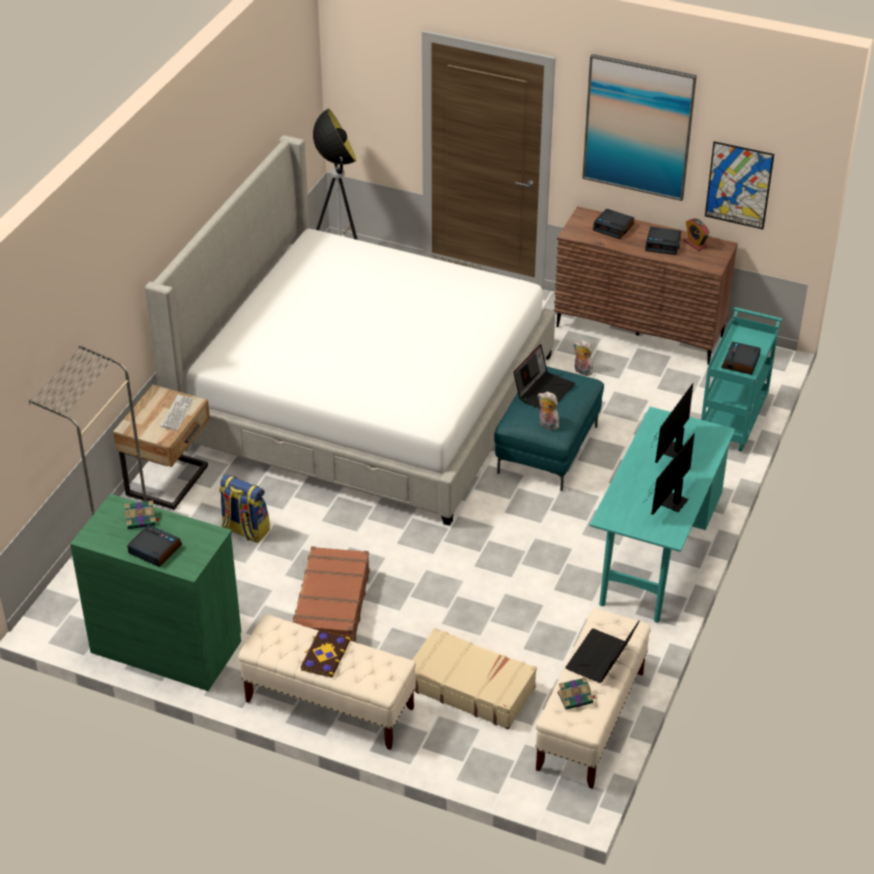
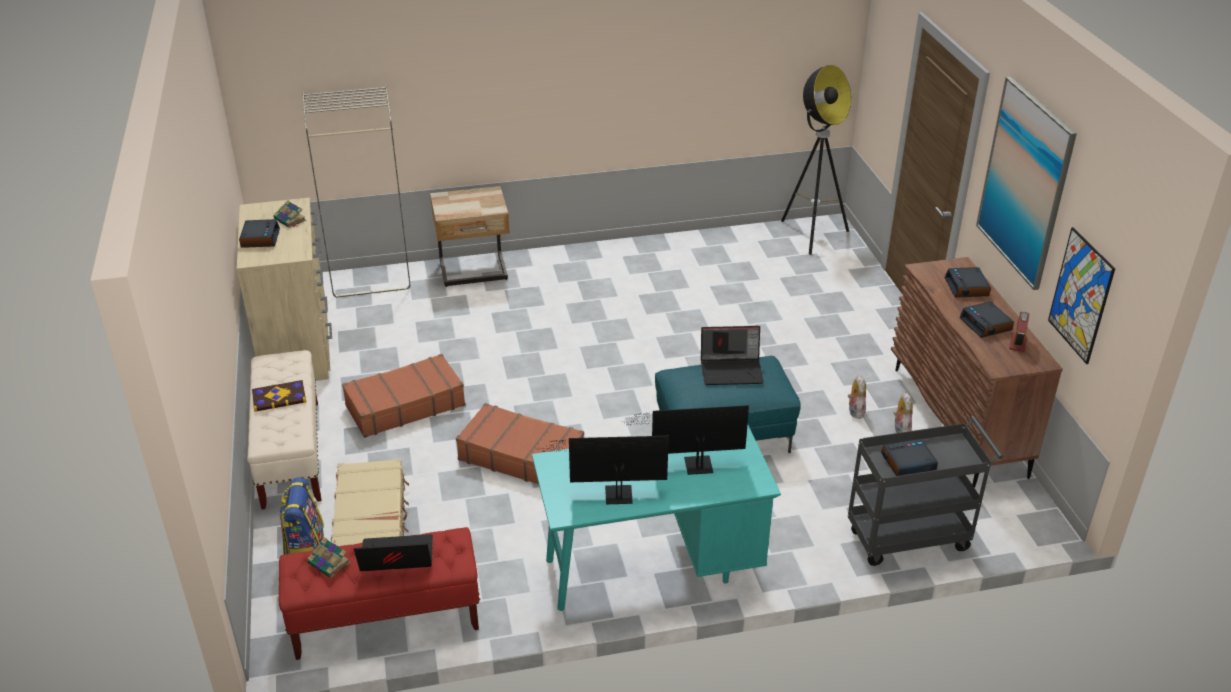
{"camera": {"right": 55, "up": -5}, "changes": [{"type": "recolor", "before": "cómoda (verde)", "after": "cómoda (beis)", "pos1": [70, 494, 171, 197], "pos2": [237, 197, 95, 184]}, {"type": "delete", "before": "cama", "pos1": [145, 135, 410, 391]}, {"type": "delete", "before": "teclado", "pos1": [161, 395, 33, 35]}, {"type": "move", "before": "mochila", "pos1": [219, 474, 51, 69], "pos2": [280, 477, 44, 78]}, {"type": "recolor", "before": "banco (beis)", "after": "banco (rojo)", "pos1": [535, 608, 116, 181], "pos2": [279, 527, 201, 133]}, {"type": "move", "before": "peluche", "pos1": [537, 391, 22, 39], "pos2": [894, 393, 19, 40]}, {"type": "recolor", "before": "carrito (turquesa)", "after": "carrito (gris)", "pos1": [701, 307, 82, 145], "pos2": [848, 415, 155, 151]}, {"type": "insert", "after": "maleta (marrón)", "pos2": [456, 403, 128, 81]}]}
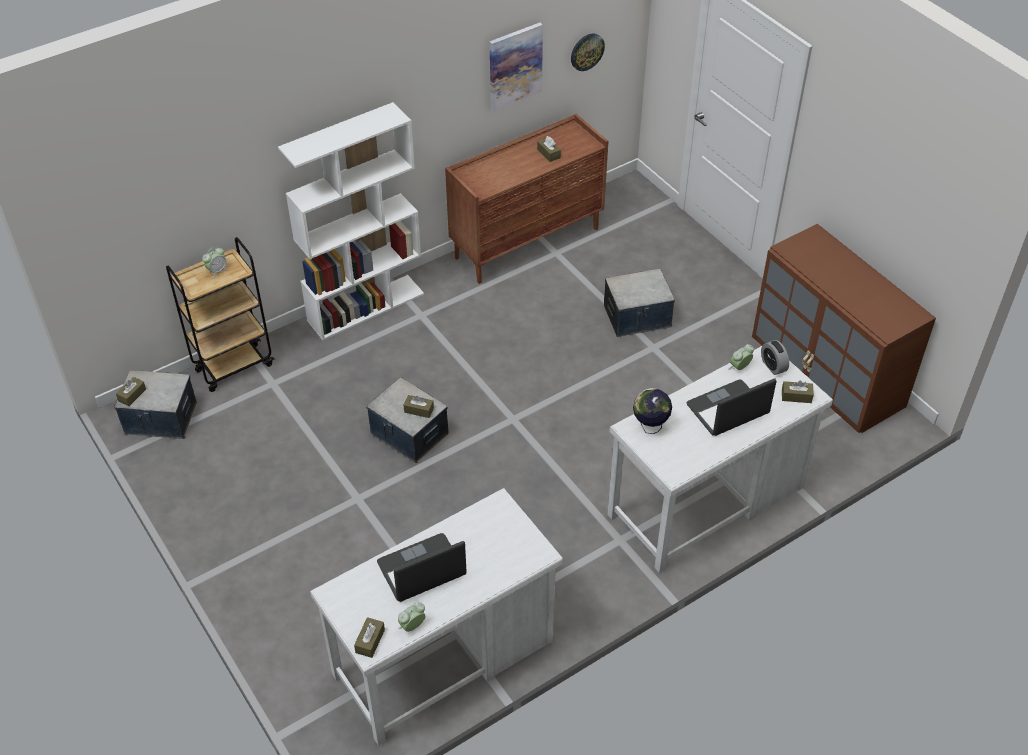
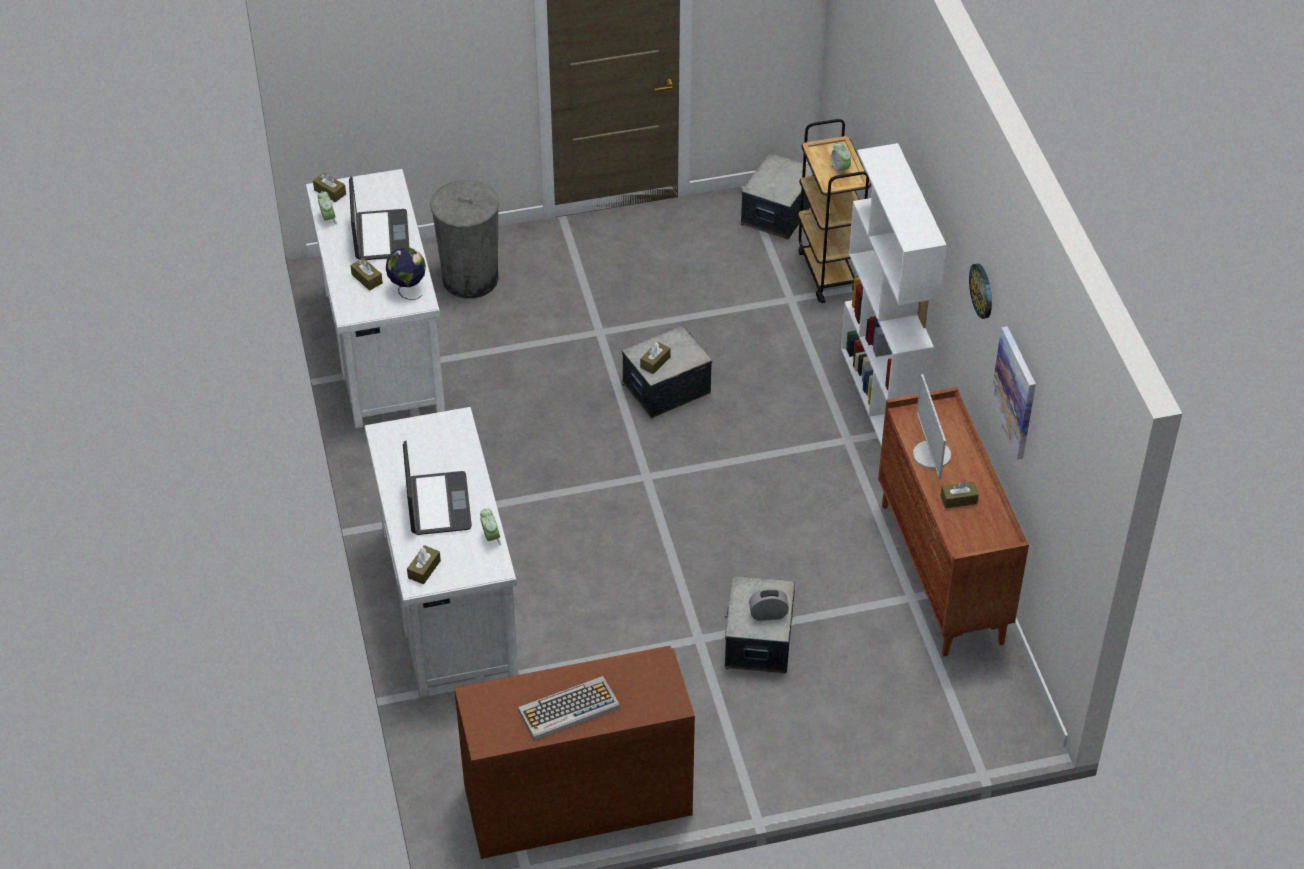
{"camera": {"right": 110, "up": 0}, "changes": [{"type": "move", "before": "caja de pañuelos (marrón)", "pos1": [116, 377, 30, 29], "pos2": [350, 258, 33, 33]}, {"type": "move", "before": "reloj de pared", "pos1": [571, 33, 34, 38], "pos2": [969, 264, 23, 55]}, {"type": "move", "before": "globo terráqueo", "pos1": [633, 388, 39, 46], "pos2": [386, 247, 40, 53]}, {"type": "move", "before": "despertador", "pos1": [761, 340, 28, 35], "pos2": [749, 588, 40, 33]}, {"type": "insert", "after": "papelera (gris)", "pos2": [430, 180, 69, 118]}, {"type": "insert", "after": "teclado", "pos2": [518, 676, 102, 65]}, {"type": "insert", "after": "monitor", "pos2": [913, 374, 38, 105]}]}
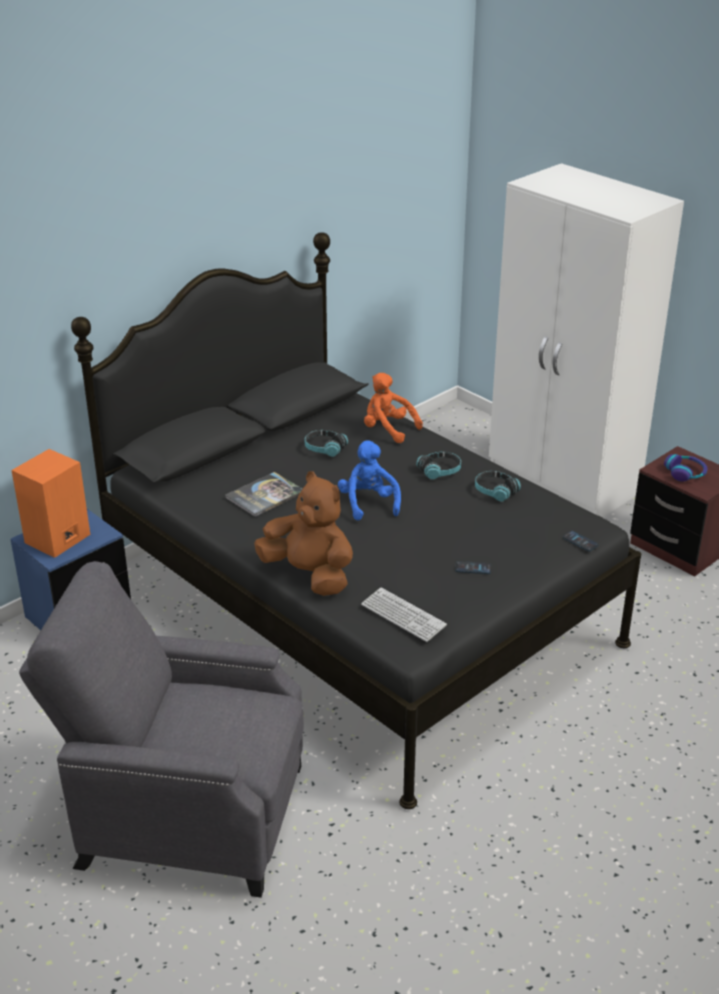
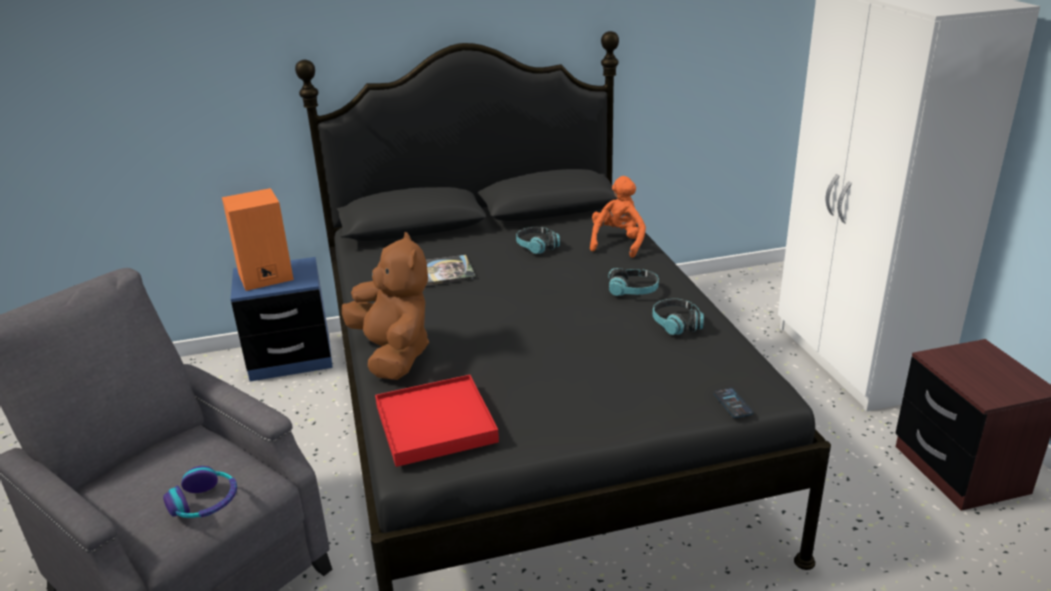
{"camera": {"right": 30, "up": -5}, "changes": [{"type": "delete", "before": "peluche (azul)", "pos1": [338, 440, 63, 81]}, {"type": "replace", "before": "teclado", "after": "bandeja (rojo)", "pos1": [361, 588, 86, 54], "pos2": [375, 375, 124, 92]}, {"type": "rotate", "before": "peluche (naranja)", "pos1": [364, 373, 59, 70], "pos2": [590, 176, 56, 82], "turn": 45}, {"type": "delete", "before": "móvil", "pos1": [455, 561, 36, 13]}, {"type": "move", "before": "auriculares", "pos1": [664, 454, 44, 28], "pos2": [163, 466, 74, 52]}]}
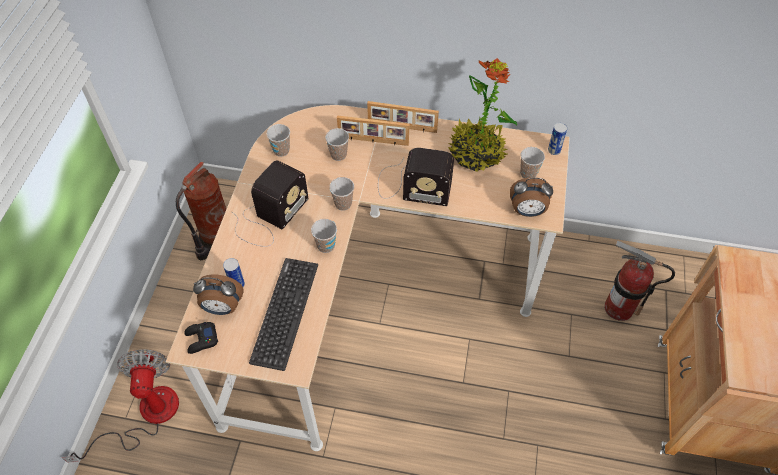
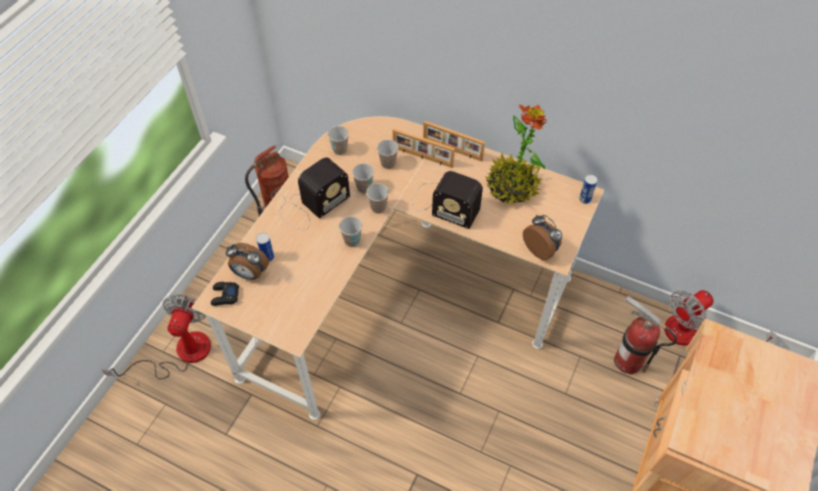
{"camera": {"right": 15, "up": 0}, "changes": [{"type": "delete", "before": "teclado", "pos1": [249, 258, 69, 113]}, {"type": "rotate", "before": "despertador", "pos1": [510, 178, 43, 39], "pos2": [523, 215, 39, 45], "turn": -150}, {"type": "move", "before": "taza", "pos1": [520, 147, 25, 31], "pos2": [352, 163, 22, 30]}, {"type": "insert", "after": "ventilador", "pos2": [664, 290, 114, 55]}]}
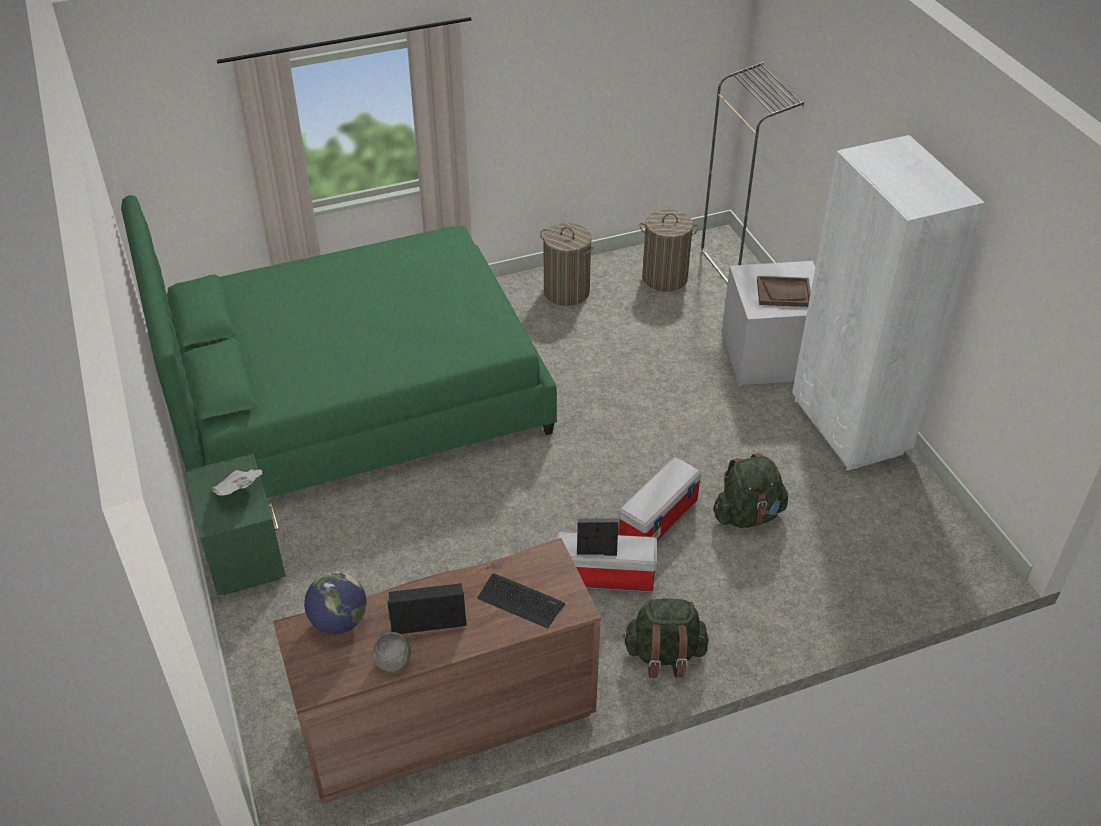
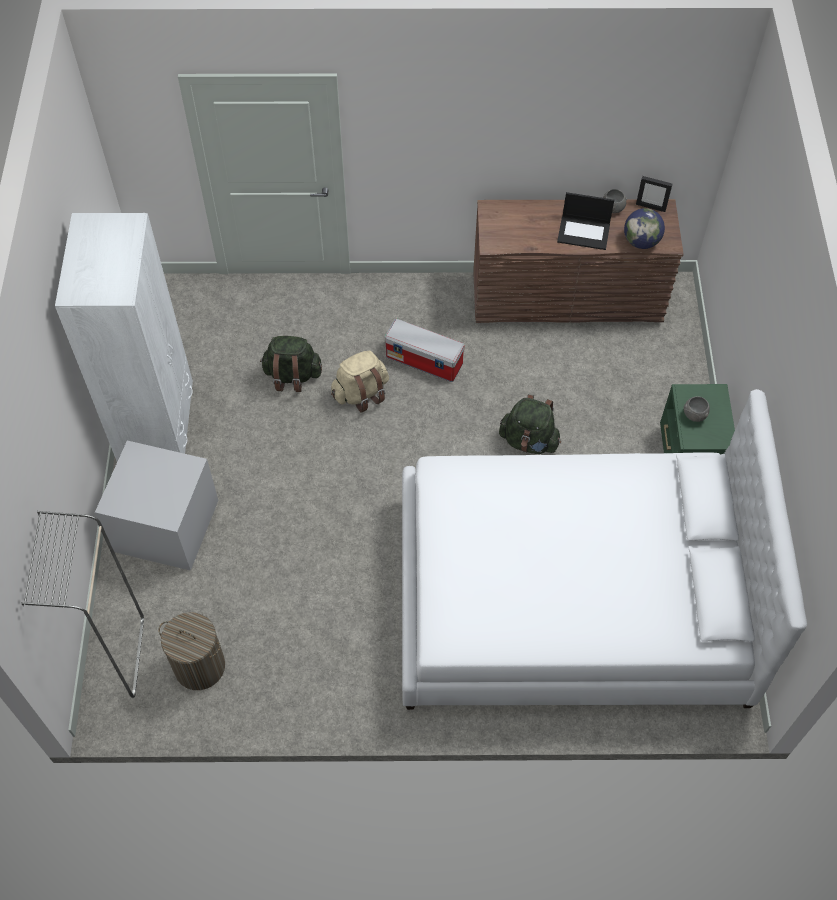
{"camera": {"right": -160, "up": 15}, "changes": [{"type": "recolor", "before": "cama (verde)", "after": "cama (blanco)", "pos1": [121, 195, 436, 303], "pos2": [402, 389, 405, 321]}, {"type": "replace", "before": "periódico", "after": "cuenco (gris)", "pos1": [213, 469, 50, 27], "pos2": [683, 396, 27, 26]}, {"type": "delete", "before": "teclado", "pos1": [477, 573, 88, 56]}, {"type": "delete", "before": "cesto de la ropa", "pos1": [540, 223, 54, 83]}, {"type": "move", "before": "portarretratos", "pos1": [577, 518, 42, 38], "pos2": [636, 176, 36, 36]}, {"type": "replace", "before": "caja de almacenaje", "after": "mochila (beis)", "pos1": [618, 457, 83, 84], "pos2": [331, 351, 58, 62]}, {"type": "move", "before": "mochila (verde)", "pos1": [622, 598, 87, 80], "pos2": [499, 394, 62, 60]}, {"type": "delete", "before": "bandeja (marrón)", "pos1": [757, 276, 54, 31]}]}
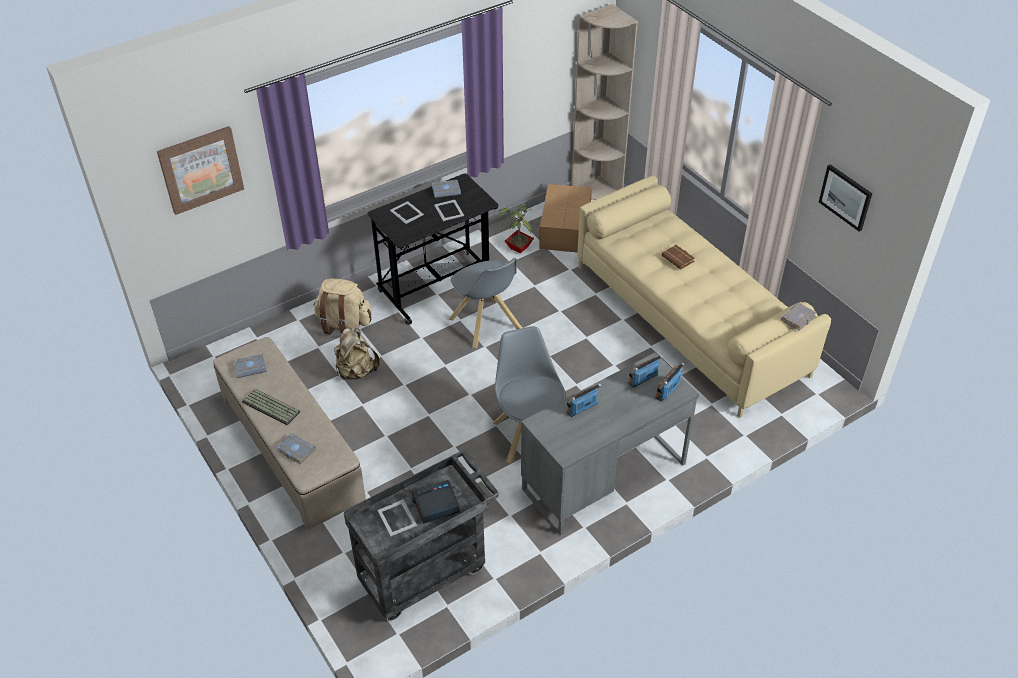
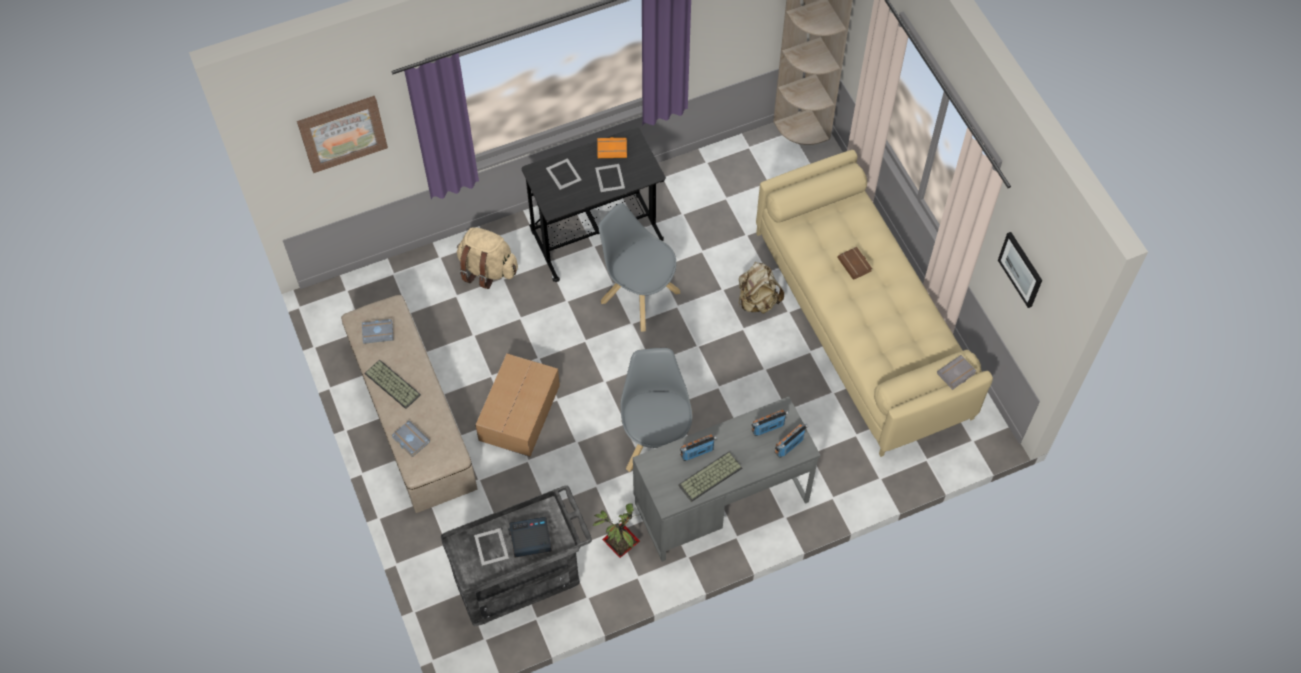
{"camera": {"right": 10, "up": 15}, "changes": [{"type": "move", "before": "mochila (beis)", "pos1": [334, 328, 46, 52], "pos2": [738, 262, 46, 51]}, {"type": "recolor", "before": "libro (gris)", "after": "libro (naranja)", "pos1": [432, 180, 29, 18], "pos2": [597, 137, 30, 21]}, {"type": "rotate", "before": "silla (gris)", "pos1": [449, 258, 72, 91], "pos2": [599, 203, 82, 129], "turn": 150}, {"type": "move", "before": "planta en maceta", "pos1": [498, 200, 36, 54], "pos2": [593, 503, 47, 55]}, {"type": "move", "before": "caja de cartón", "pos1": [539, 184, 53, 68], "pos2": [476, 353, 84, 104]}, {"type": "insert", "after": "teclado", "pos2": [678, 452, 64, 50]}]}
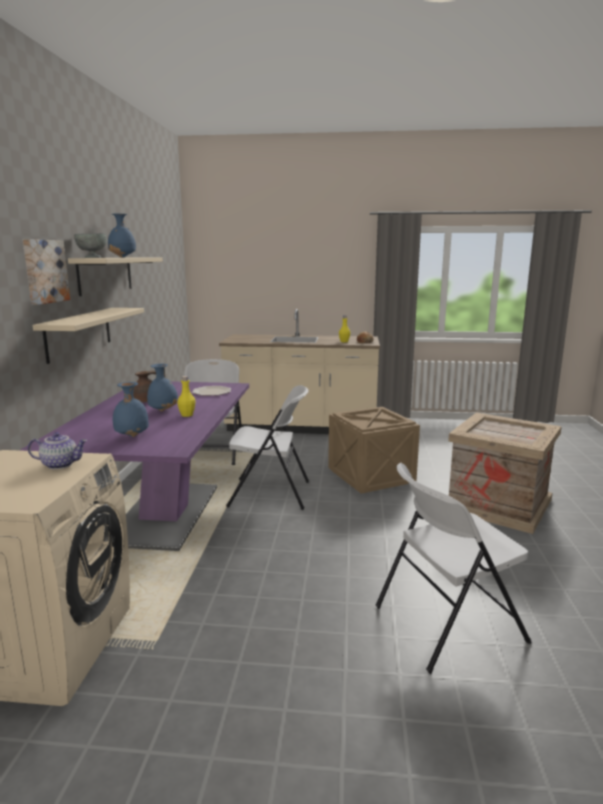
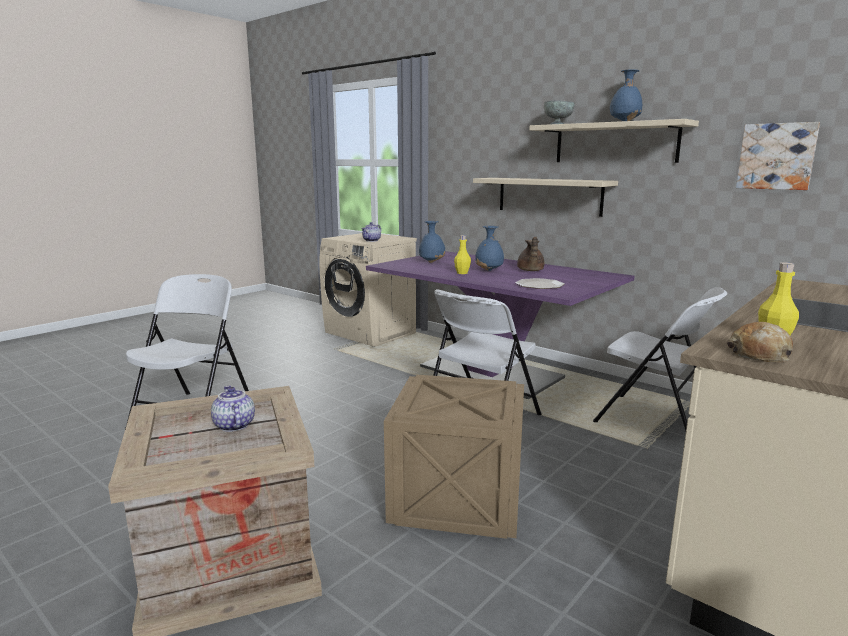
{"camera": {"right": 125, "up": 0}, "changes": [{"type": "move", "before": "cuadro", "pos1": [23, 239, 47, 66], "pos2": [736, 122, 84, 68]}, {"type": "insert", "after": "tetera", "pos2": [211, 386, 44, 46]}]}
